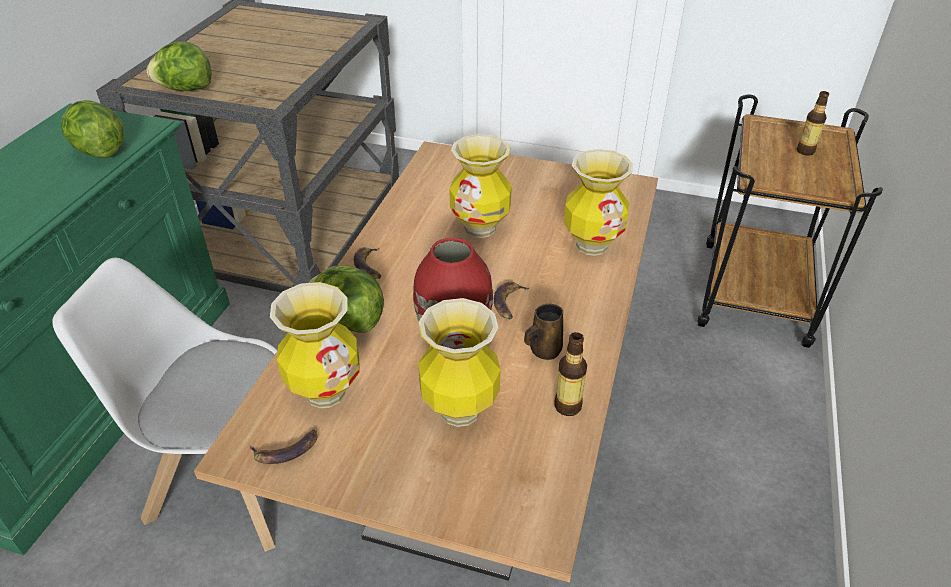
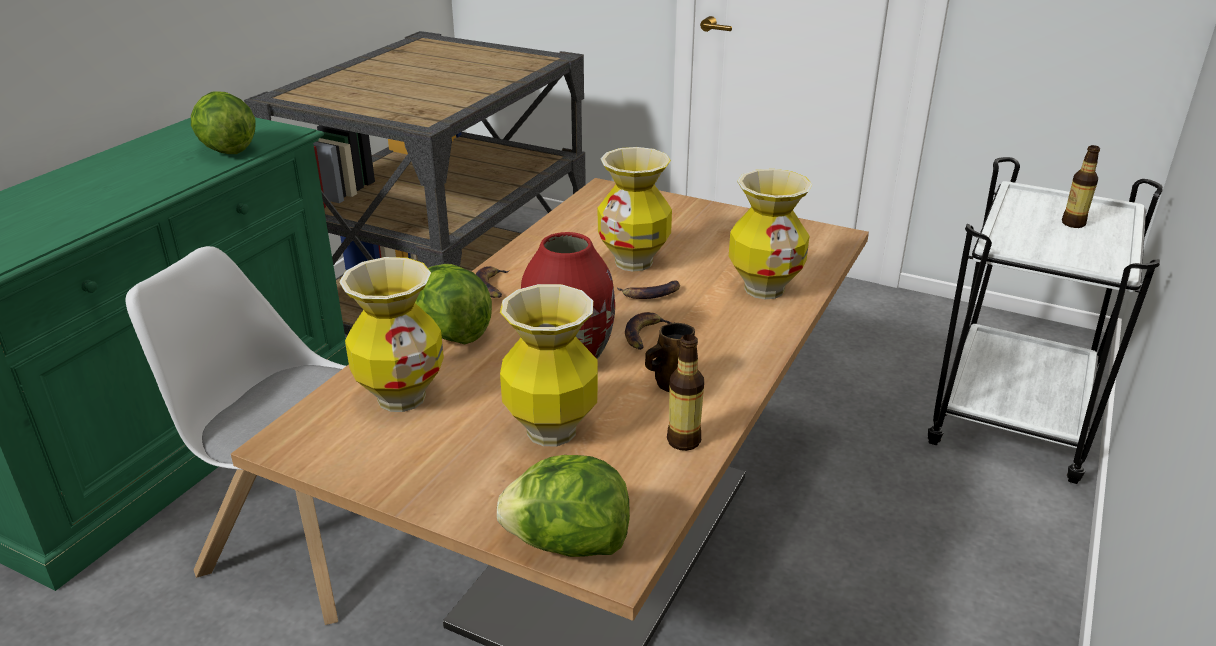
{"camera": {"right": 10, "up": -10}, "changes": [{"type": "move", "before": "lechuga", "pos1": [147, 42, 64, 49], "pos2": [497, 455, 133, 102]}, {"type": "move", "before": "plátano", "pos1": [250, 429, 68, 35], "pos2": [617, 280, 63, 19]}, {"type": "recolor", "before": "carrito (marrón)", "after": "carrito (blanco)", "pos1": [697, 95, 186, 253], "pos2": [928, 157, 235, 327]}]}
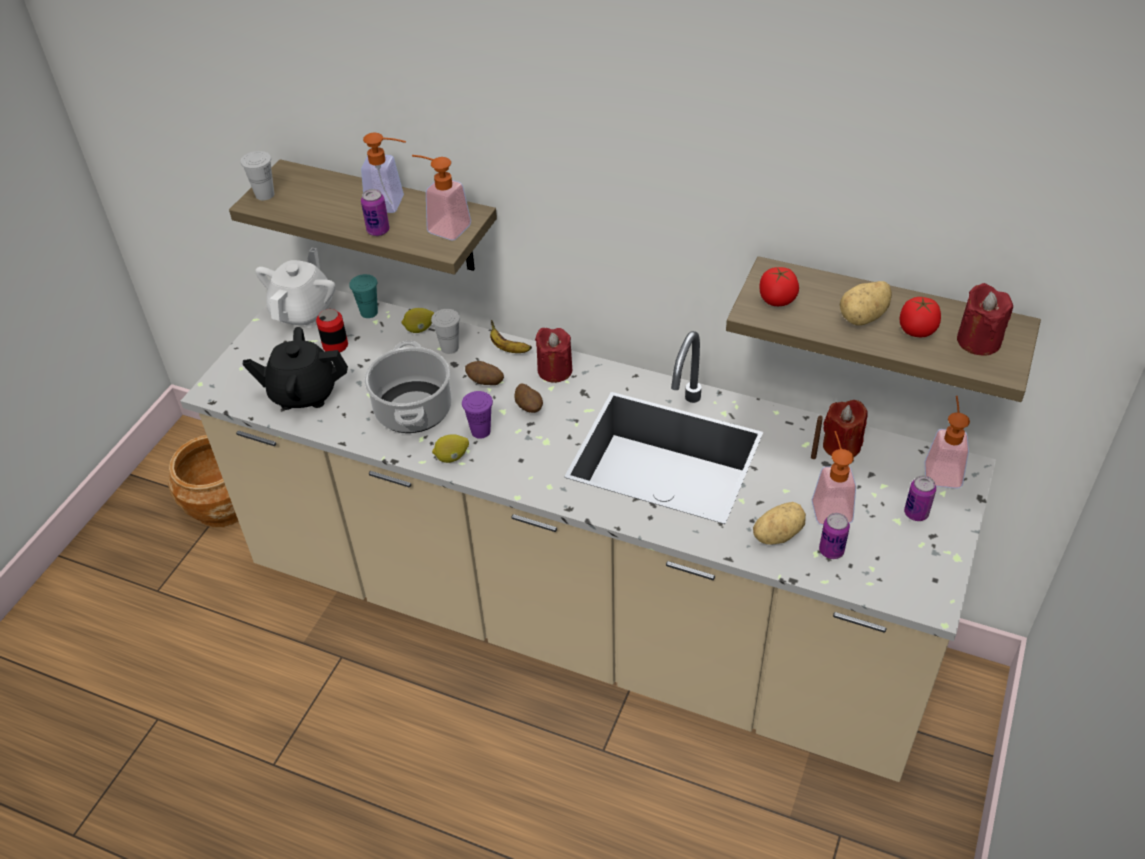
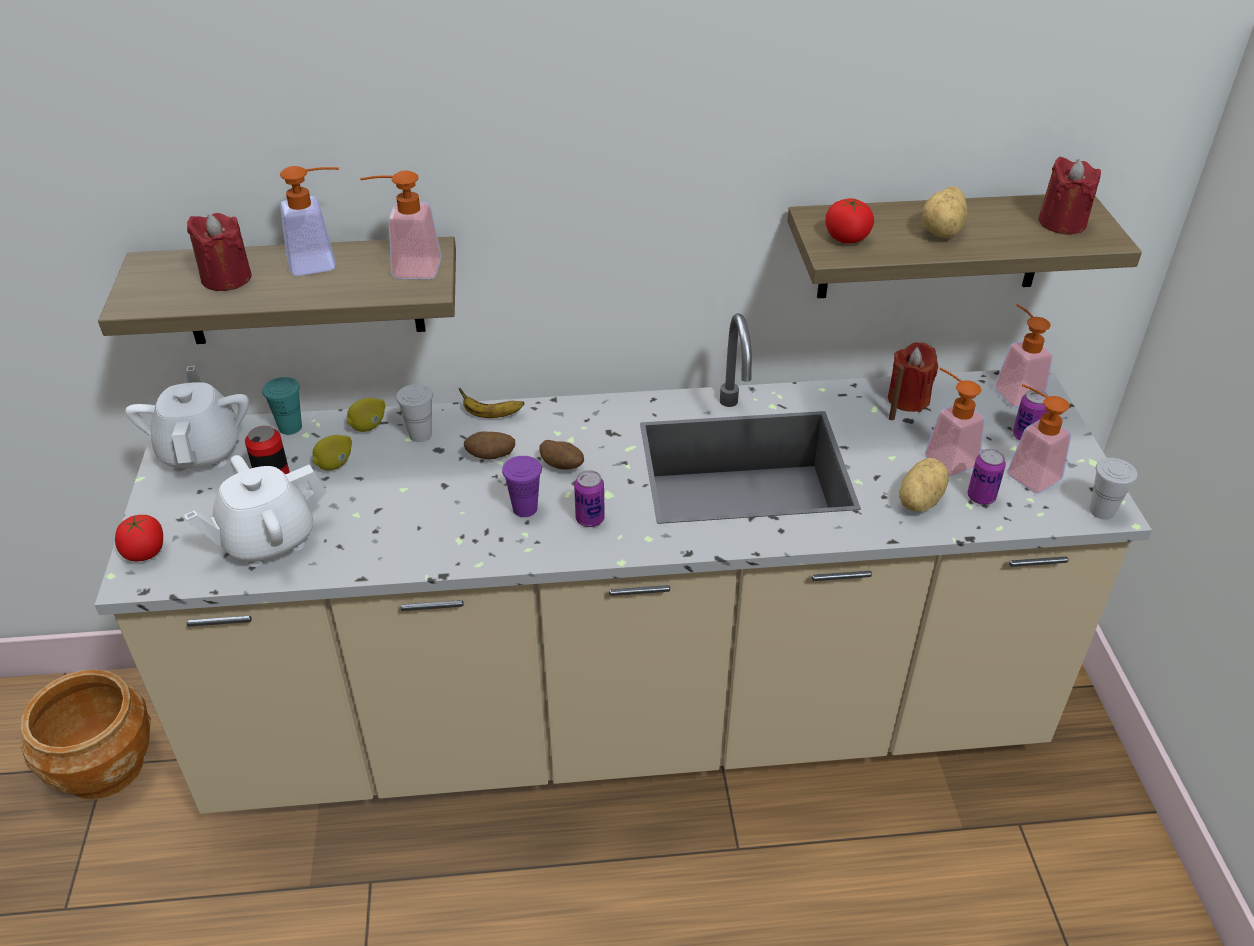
{"camera": {"right": -30, "up": -5}, "changes": [{"type": "move", "before": "taza (blanco)", "pos1": [241, 151, 33, 49], "pos2": [1089, 458, 49, 62]}, {"type": "recolor", "before": "tetera (negro)", "after": "tetera (blanco)", "pos1": [243, 327, 105, 83], "pos2": [184, 455, 143, 112]}, {"type": "move", "before": "lata", "pos1": [361, 189, 29, 47], "pos2": [574, 470, 31, 57]}, {"type": "delete", "before": "olla", "pos1": [364, 341, 88, 92]}, {"type": "move", "before": "limón", "pos1": [432, 435, 37, 28], "pos2": [313, 435, 39, 36]}, {"type": "move", "before": "vela (rojo)", "pos1": [535, 328, 37, 55], "pos2": [187, 213, 64, 78]}, {"type": "move", "before": "tomate", "pos1": [900, 297, 41, 40], "pos2": [115, 515, 48, 46]}, {"type": "insert", "after": "dispensador de jabón", "pos2": [1007, 384, 64, 110]}]}
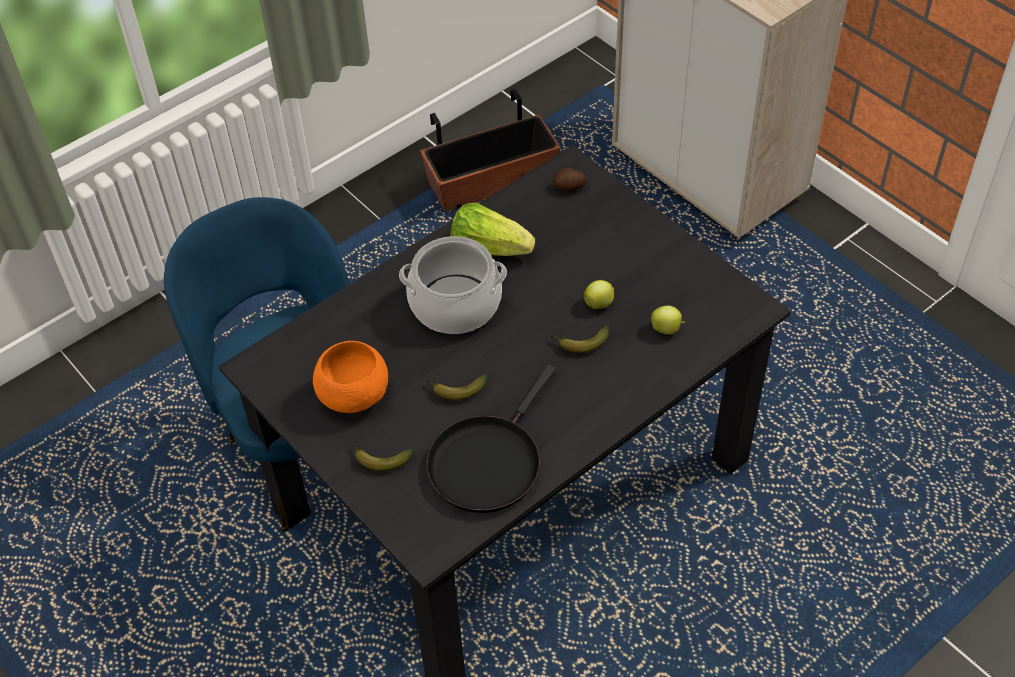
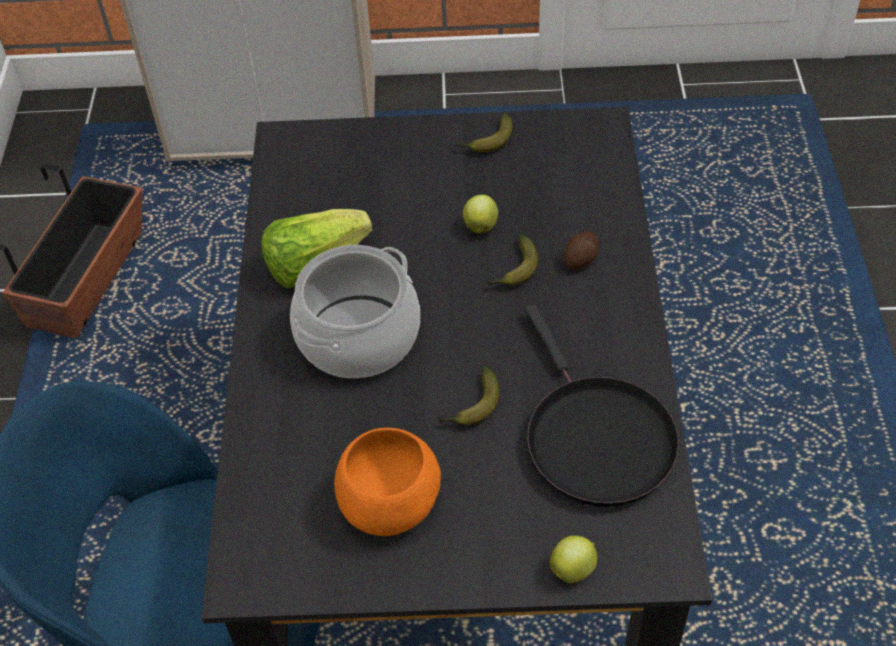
{"camera": {"right": -50, "up": 0}, "changes": [{"type": "move", "before": "plátano", "pos1": [352, 440, 62, 31], "pos2": [456, 113, 57, 39]}, {"type": "move", "before": "patata", "pos1": [552, 168, 35, 23], "pos2": [564, 231, 35, 38]}, {"type": "move", "before": "manzana", "pos1": [651, 306, 34, 28], "pos2": [550, 535, 47, 48]}]}
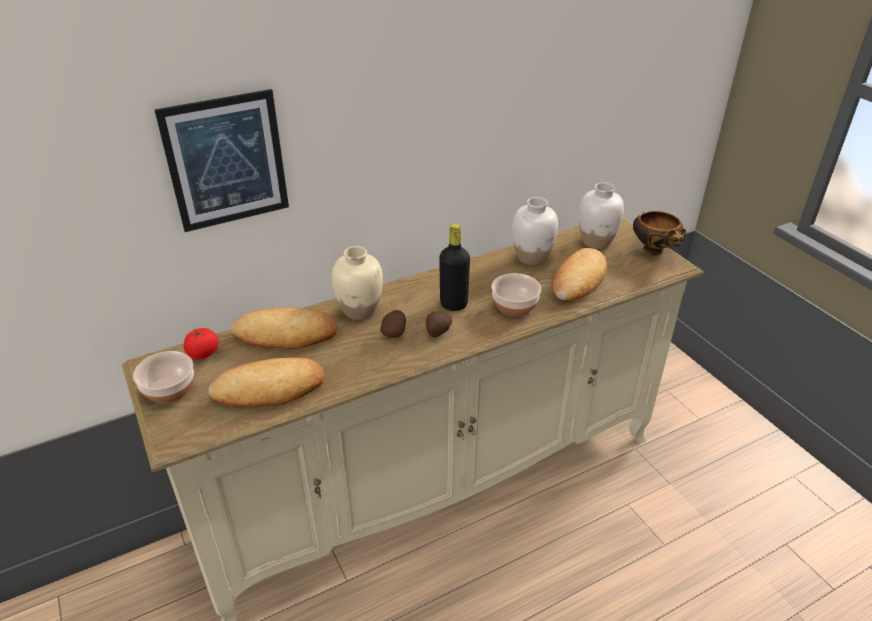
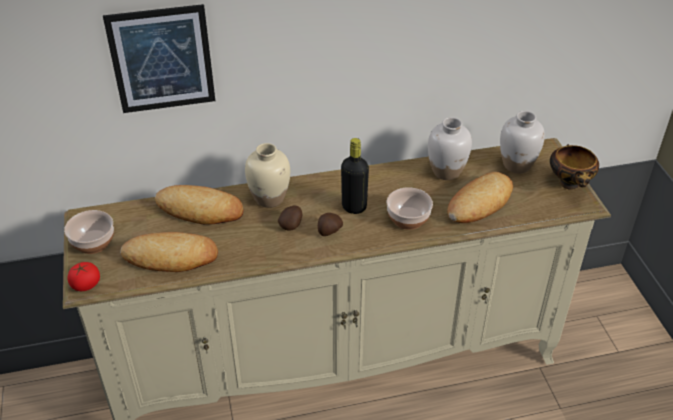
{"camera": {"right": 15, "up": 5}, "changes": [{"type": "move", "before": "tomate", "pos1": [184, 328, 35, 31], "pos2": [67, 262, 33, 29]}]}
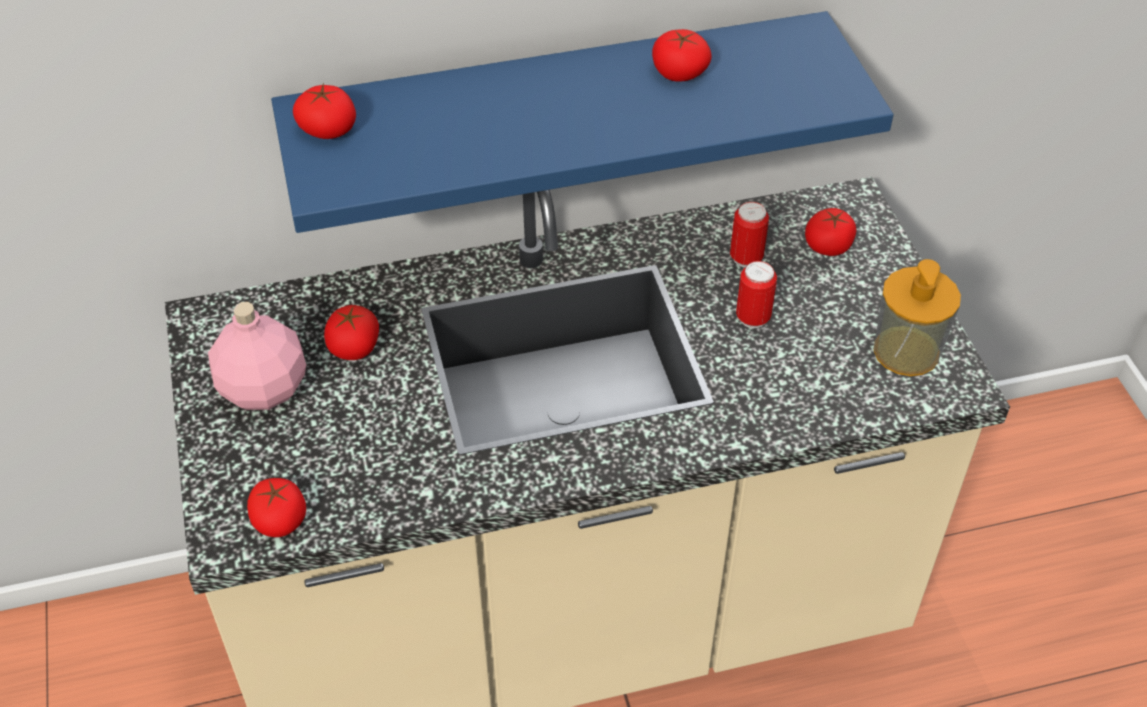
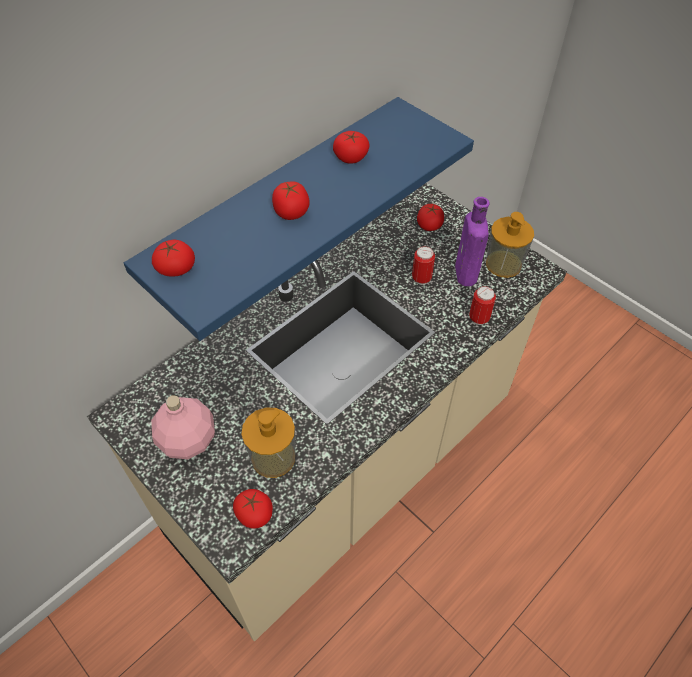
{"camera": {"right": -30, "up": 5}, "changes": [{"type": "move", "before": "tomate", "pos1": [324, 305, 55, 55], "pos2": [272, 181, 38, 39]}, {"type": "move", "before": "lata", "pos1": [730, 202, 39, 66], "pos2": [469, 286, 27, 39]}, {"type": "insert", "after": "dispensador de jabón", "pos2": [241, 408, 54, 70]}, {"type": "insert", "after": "botella (morado)", "pos2": [455, 197, 35, 89]}]}
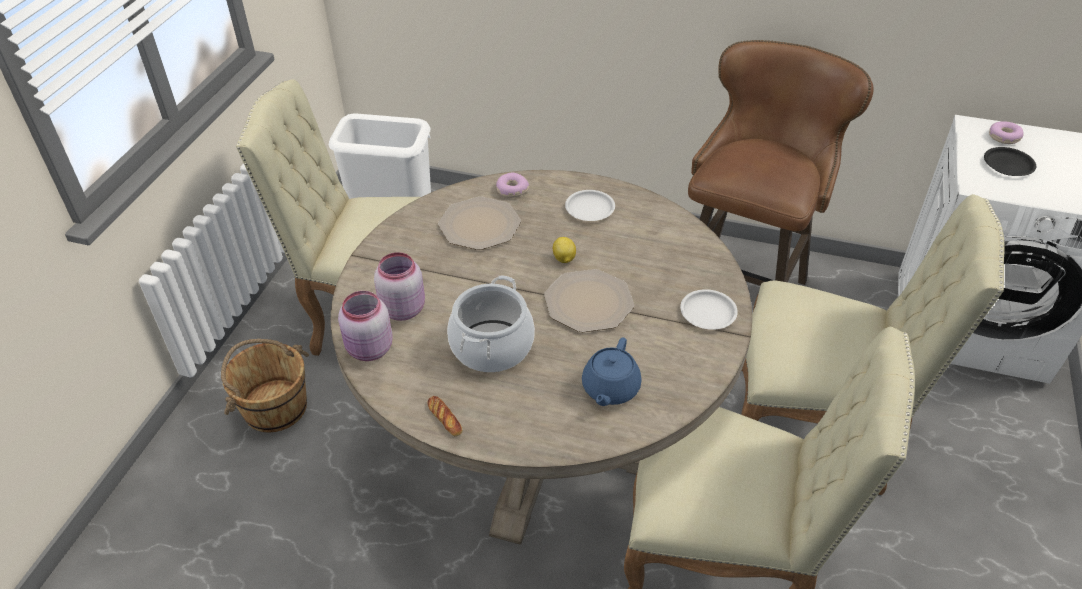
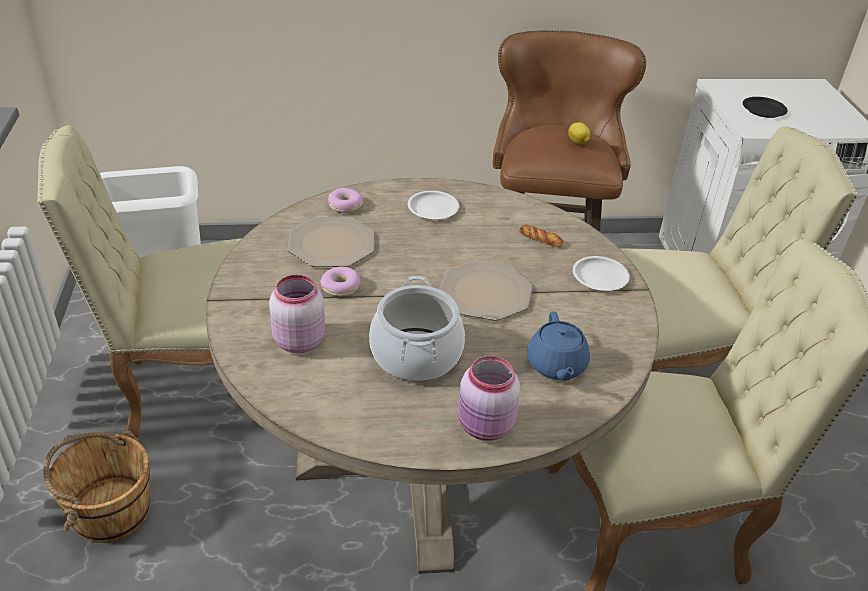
{"camera": {"right": -25, "up": -5}, "changes": [{"type": "move", "before": "tarro (rosa)", "pos1": [338, 291, 55, 70], "pos2": [458, 356, 62, 85]}, {"type": "move", "before": "pan", "pos1": [428, 396, 35, 41], "pos2": [519, 225, 45, 22]}, {"type": "move", "before": "limón", "pos1": [553, 237, 23, 26], "pos2": [568, 122, 22, 22]}, {"type": "move", "before": "rosquilla", "pos1": [989, 121, 35, 23], "pos2": [321, 267, 40, 29]}]}
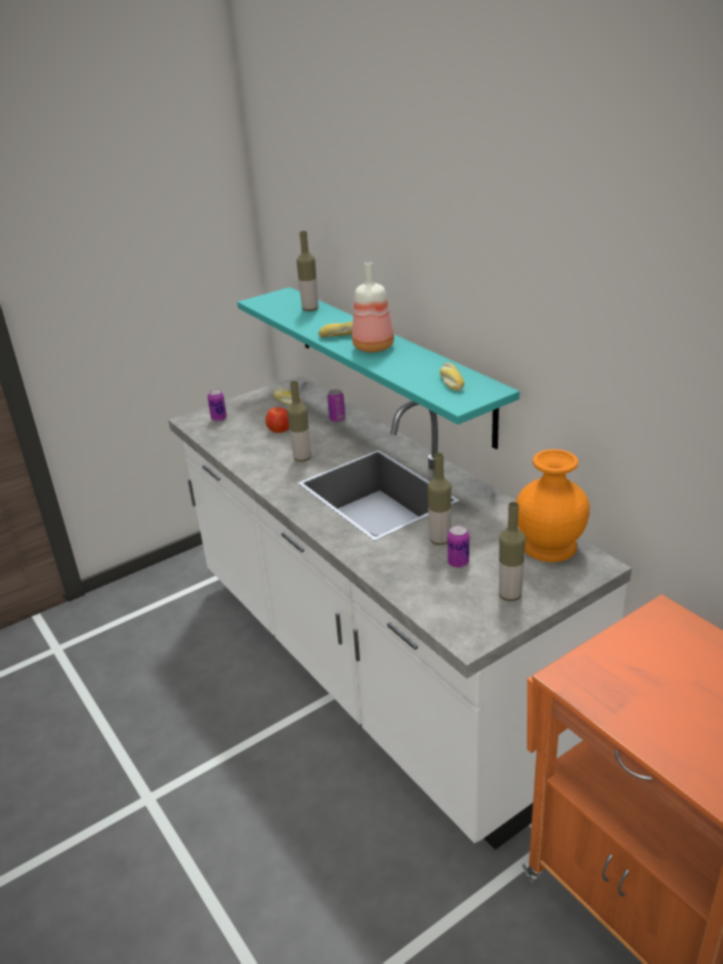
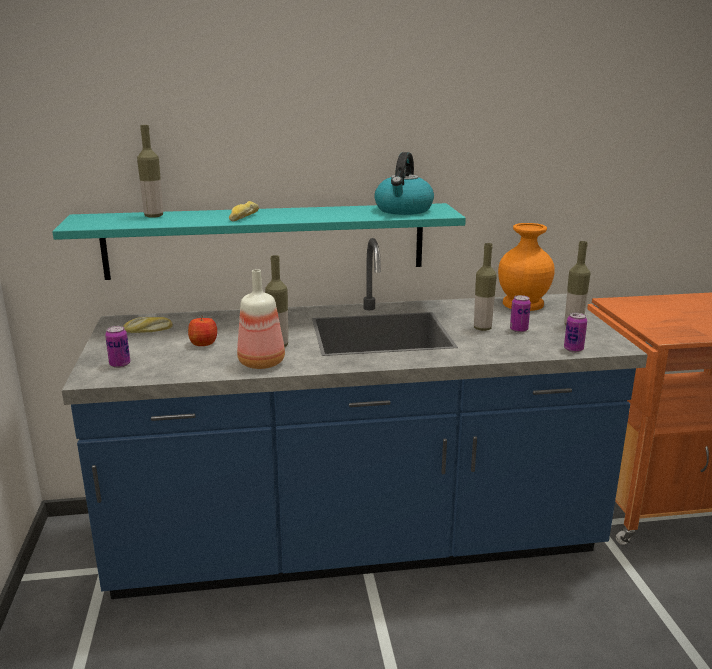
{"camera": {"right": -65, "up": -10}, "changes": [{"type": "recolor", "before": "mueble bajo de cocina (blanco)", "after": "mueble bajo de cocina (azul)", "pos1": [168, 375, 464, 475], "pos2": [62, 238, 586, 361]}, {"type": "move", "before": "lata", "pos1": [327, 389, 18, 33], "pos2": [564, 313, 23, 39]}, {"type": "move", "before": "botella", "pos1": [352, 262, 42, 91], "pos2": [237, 269, 48, 100]}, {"type": "replace", "before": "pan", "after": "hervidor", "pos1": [440, 363, 24, 28], "pos2": [374, 152, 60, 63]}]}
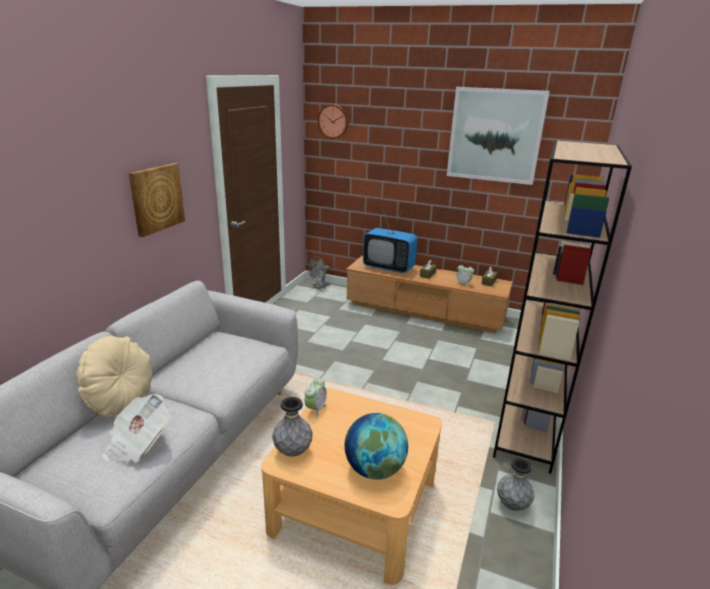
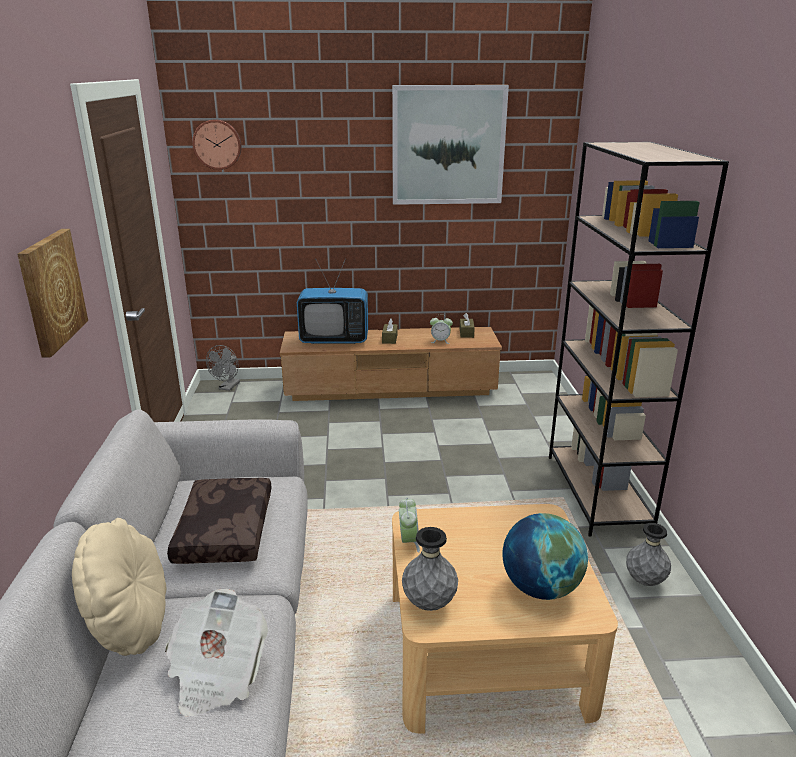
{"camera": {"right": -25, "up": 0}, "changes": [{"type": "insert", "after": "cojín (marrón)", "pos2": [167, 478, 105, 86]}]}
